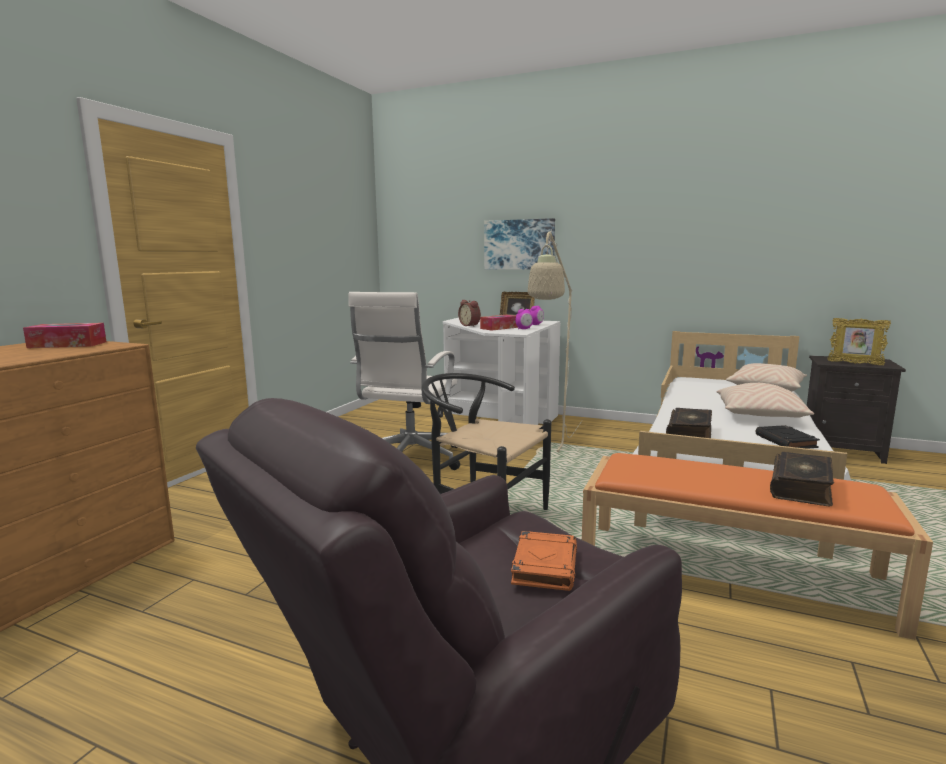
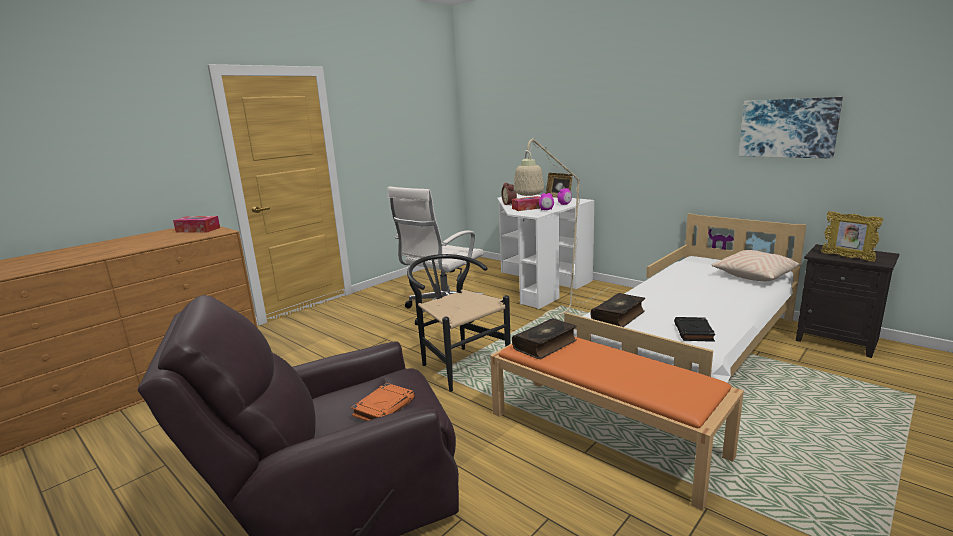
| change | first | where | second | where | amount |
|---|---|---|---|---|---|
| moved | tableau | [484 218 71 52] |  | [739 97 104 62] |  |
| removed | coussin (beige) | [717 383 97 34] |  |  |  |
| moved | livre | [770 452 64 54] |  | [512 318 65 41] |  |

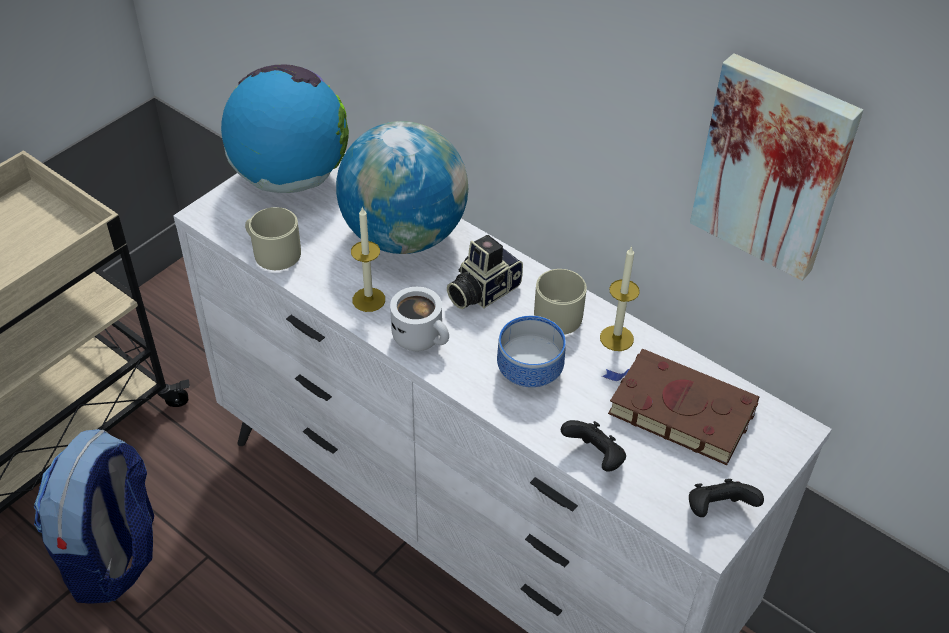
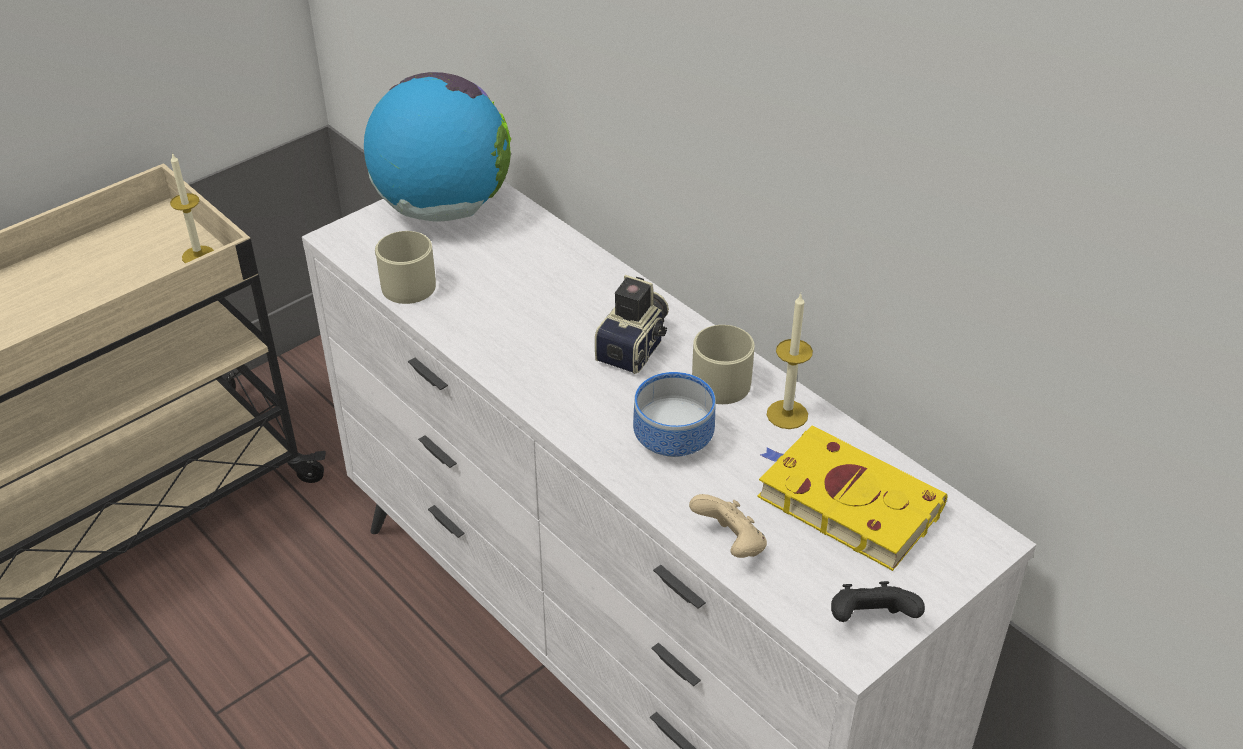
| change | first | where | second | where | amount |
|---|---|---|---|---|---|
| removed | tableau | [690 53 173 228] |  |  |  |
| removed | globe | [336 121 132 133] |  |  |  |
| moved | bougie | [351 206 34 106] |  | [170 153 44 110] |  |
| turned | appareil photo | [447 235 76 74] |  | [595 275 74 99] | 150 degrees clockwise |
| removed | mug (blanc) | [390 287 59 64] |  |  |  |
| recoloured | livre (marron) | [602 348 157 117] | livre (jaune) | [757 425 190 146] |  |
| recoloured | manette (noir) | [561 420 65 52] | manette (beige) | [689 494 78 64] |  |
| removed | sac à dos | [34 429 120 175] |  |  |  |

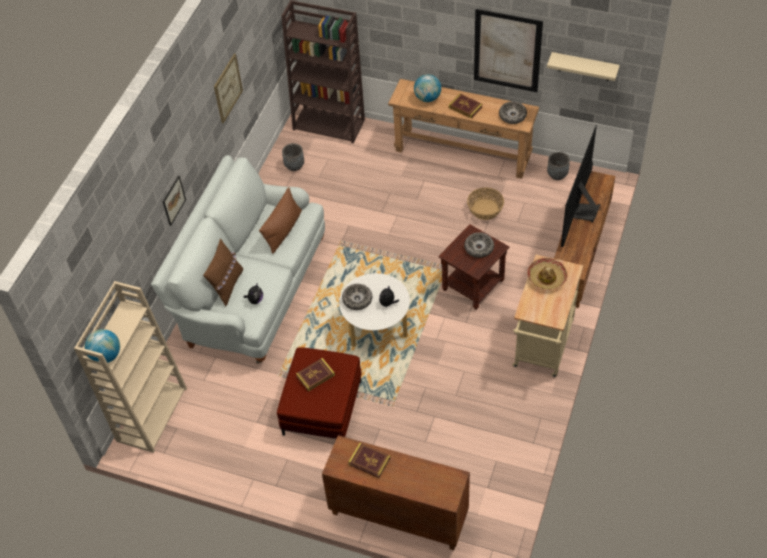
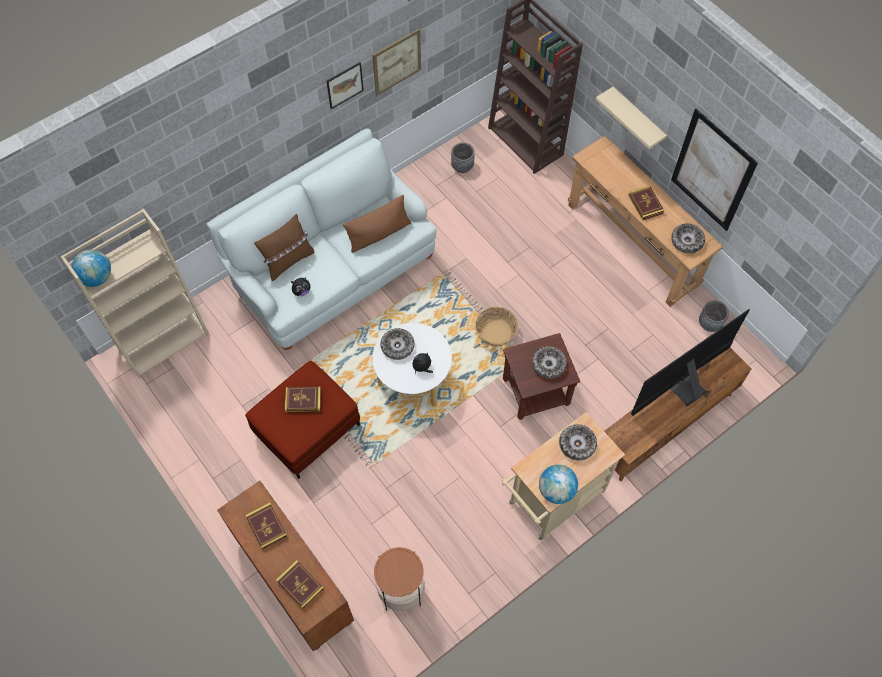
| change | first | where | second | where | amount |
|---|---|---|---|---|---|
| moved | étagère (beige) | [547 52 73 29] |  | [596 87 71 62] |  |
| moved | globe | [414 74 27 28] |  | [539 465 39 39] |  |
| moved | tableau | [163 176 23 50] |  | [327 62 37 47] |  |
| moved | panier | [467 187 37 33] |  | [475 307 43 40] |  |
| replaced | chapeau | [527 258 40 32] | bol | [559 424 38 36] |  |
| added |  |  | table d'appoint | [374 547 51 64] |  |
| added |  |  | livre | [276 560 48 49] |  |

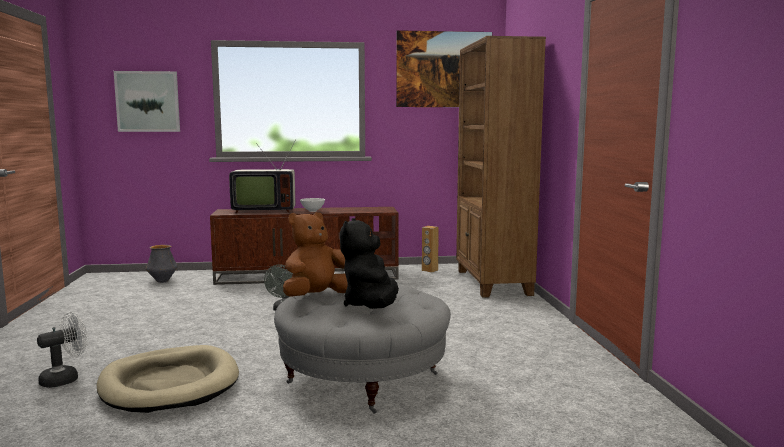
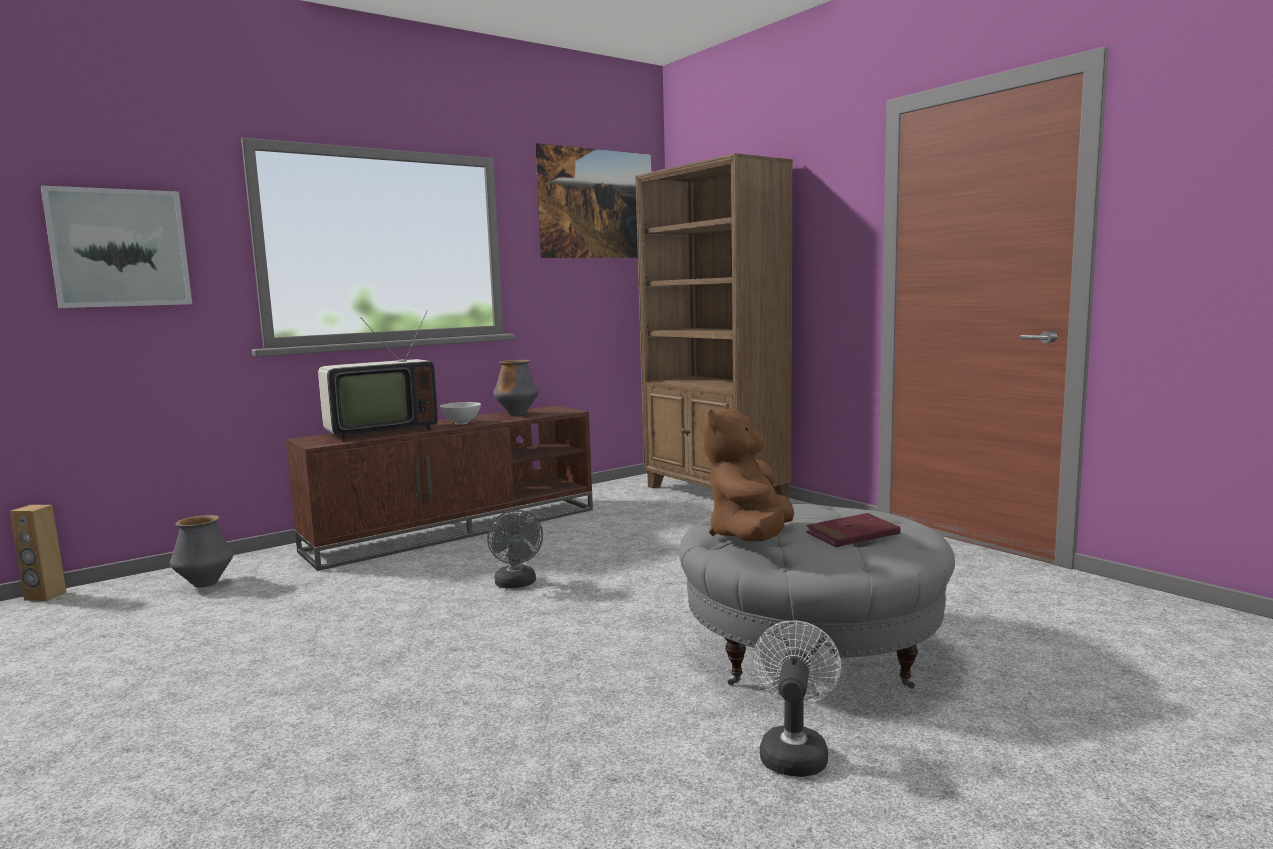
| change | first | where | second | where | amount |
|---|---|---|---|---|---|
| replaced | peluche (noir) | [340 218 59 91] | livre (rouge) | [806 513 95 34] |  |
| moved | enceinte (marron) | [422 226 16 47] |  | [10 505 56 96] |  |
| moved | ventilateur (blanc) | [37 312 50 76] |  | [753 621 88 156] |  |
| removed | panier pour chien (beige) | [97 345 142 68] |  |  |  |
| added |  |  | vase | [493 360 46 56] |  |

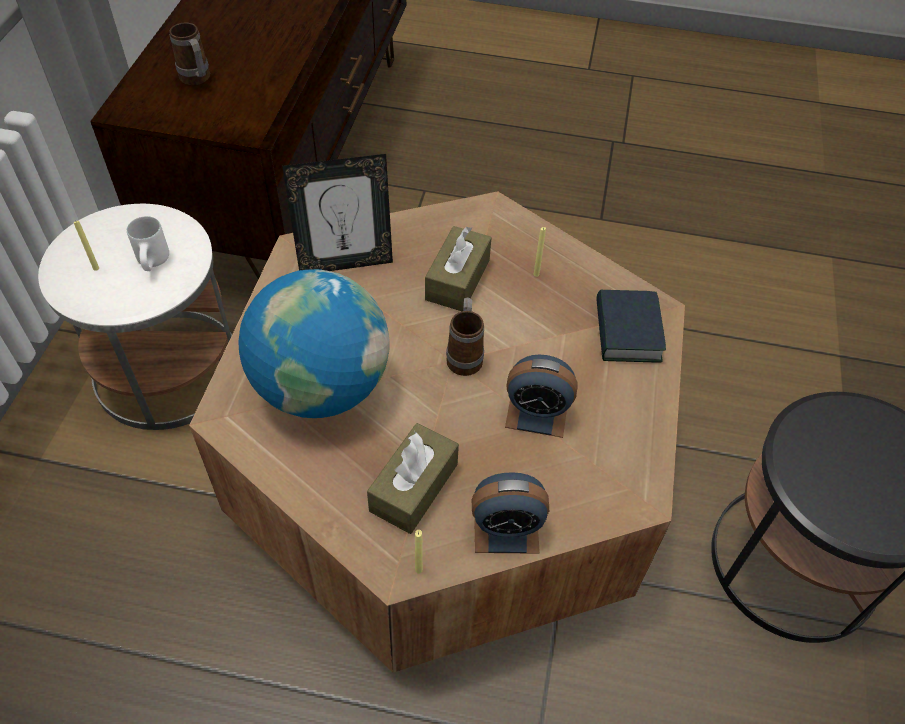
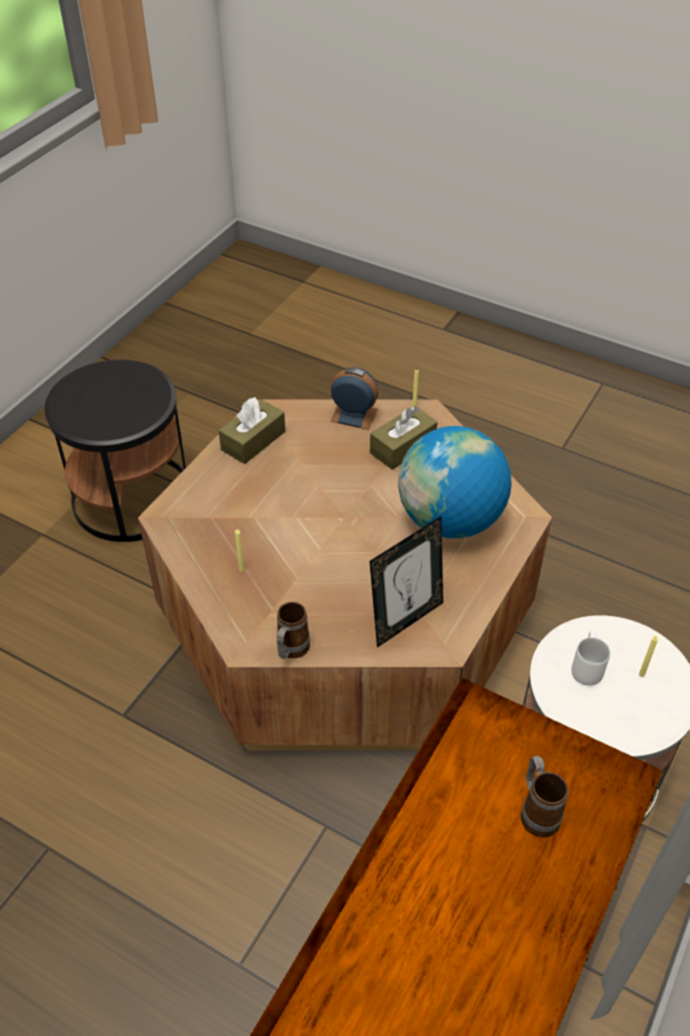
| change | first | where | second | where | amount |
|---|---|---|---|---|---|
| turned | cadre photo | [282 154 111 117] |  | [369 516 74 132] | 135 degrees clockwise |
| moved | boîte à mouchoirs (marron) | [425 226 67 85] |  | [219 397 66 67] |  |
| removed | livre | [596 290 70 72] |  |  |  |
| moved | mug | [446 297 38 79] |  | [277 602 33 57] |  |
| removed | réveil | [505 354 73 84] |  |  |  |

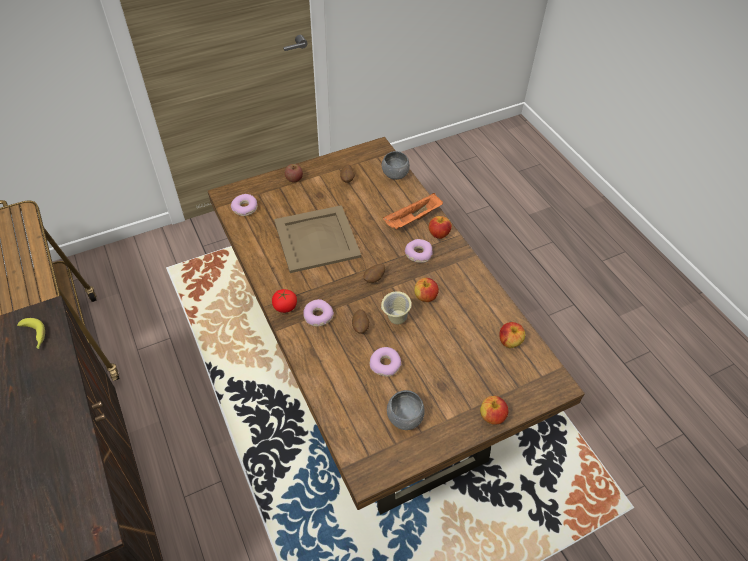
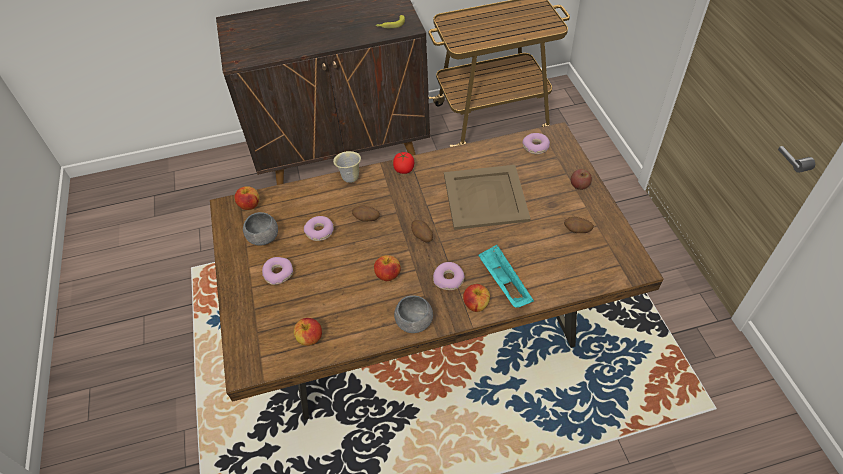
| change | first | where | second | where | amount |
|---|---|---|---|---|---|
| moved | bol (gris) | [382 151 28 29] |  | [394 295 39 38] |  |
| recoloured | plateau (orange) | [383 193 60 37] | plateau (turquoise) | [478 245 56 63] |  |
| moved | mug (beige) | [381 291 31 34] |  | [333 151 28 32] |  |
| moved | beignet | [303 299 31 27] |  | [262 257 31 28] |  |
| moved | pomme | [480 396 28 29] |  | [235 186 25 24] |  |

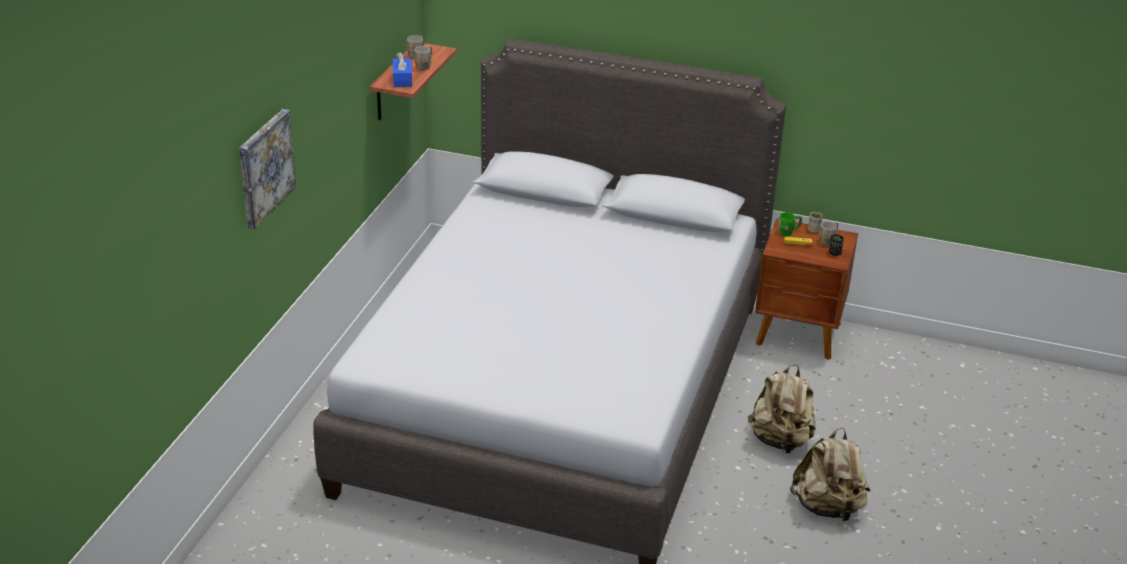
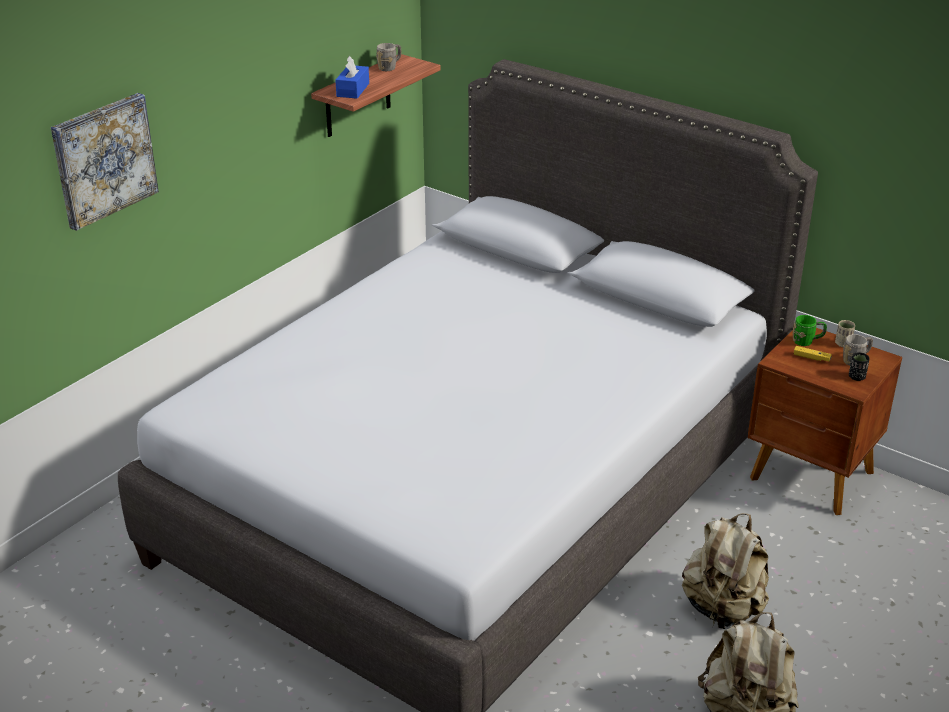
| change | first | where | second | where | amount |
|---|---|---|---|---|---|
| removed | mug (gris) | [414 46 18 24] |  |  |  |

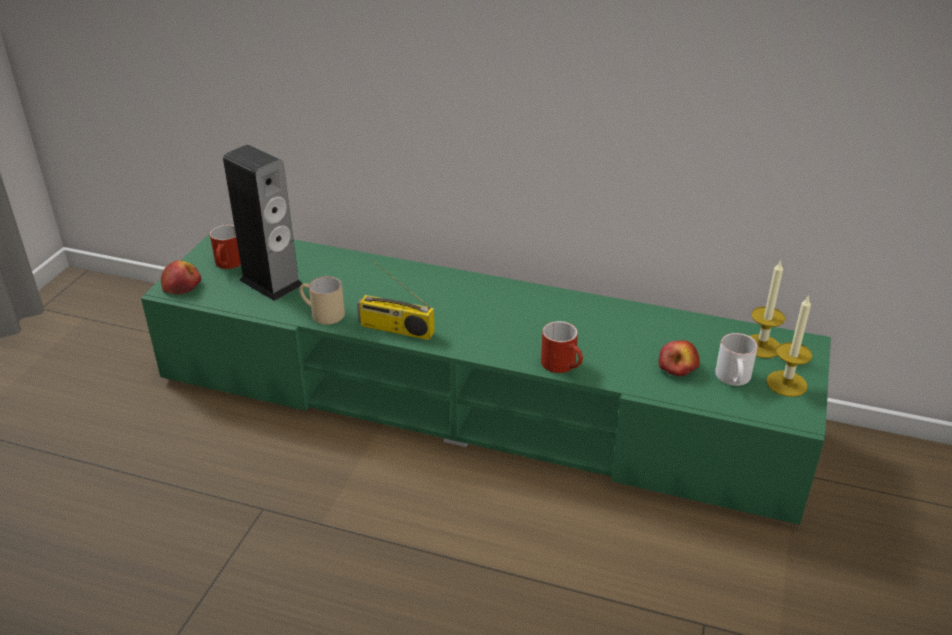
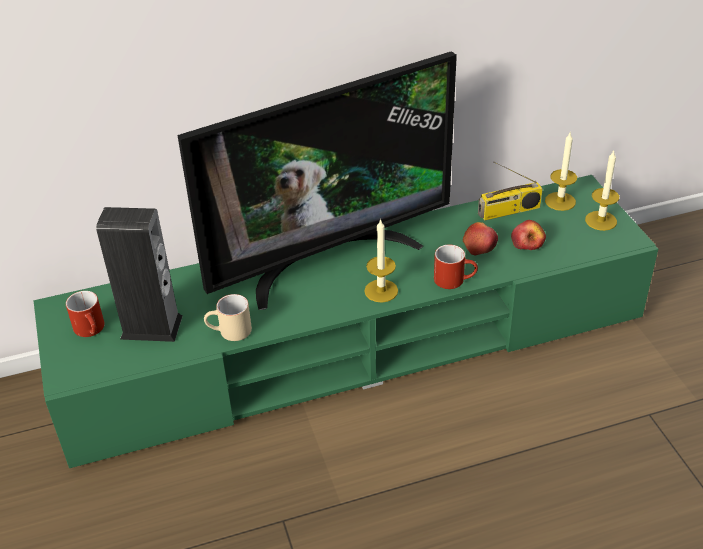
| change | first | where | second | where | amount |
|---|---|---|---|---|---|
| moved | pomme | [161 260 40 35] |  | [463 222 35 33] |  |
| moved | radio | [357 260 78 80] |  | [478 162 65 58] |  |
| removed | mug (blanc) | [715 333 43 53] |  |  |  |
| added |  |  | téléviseur | [177 51 280 259] |  |
| added |  |  | bougie | [364 219 34 84] |  |

